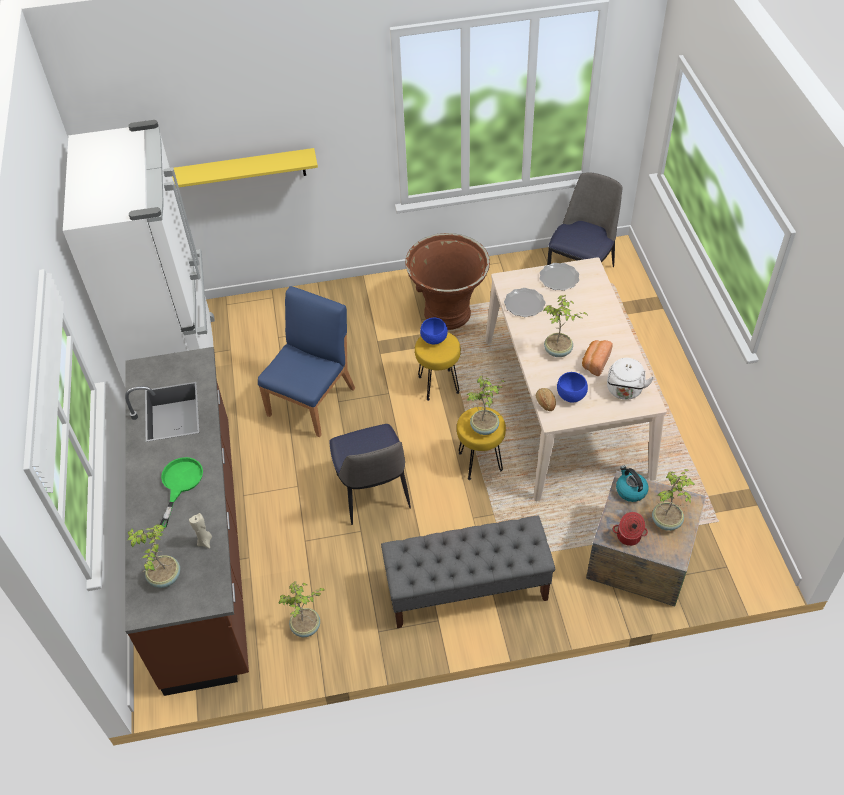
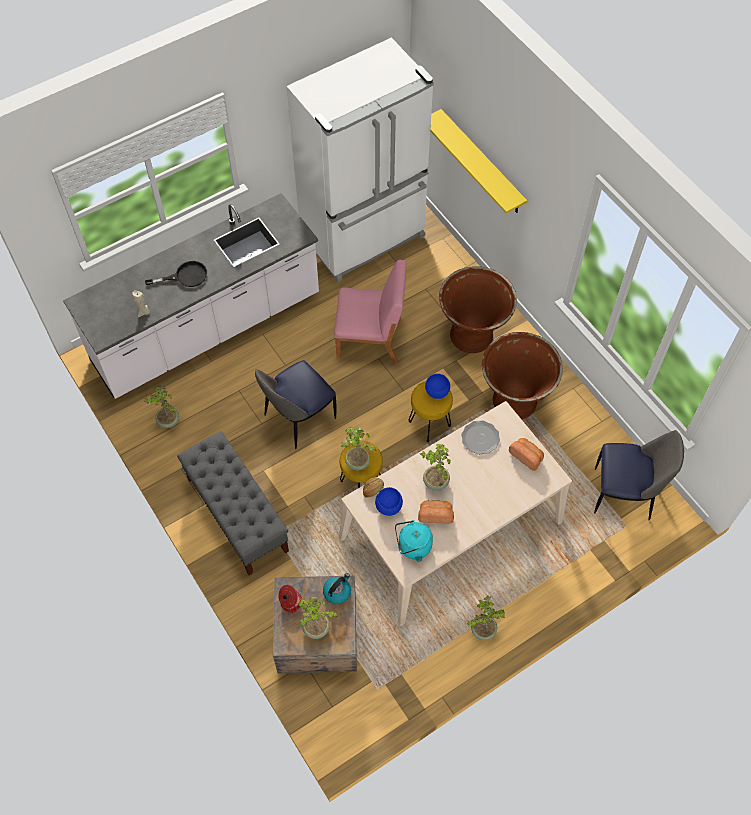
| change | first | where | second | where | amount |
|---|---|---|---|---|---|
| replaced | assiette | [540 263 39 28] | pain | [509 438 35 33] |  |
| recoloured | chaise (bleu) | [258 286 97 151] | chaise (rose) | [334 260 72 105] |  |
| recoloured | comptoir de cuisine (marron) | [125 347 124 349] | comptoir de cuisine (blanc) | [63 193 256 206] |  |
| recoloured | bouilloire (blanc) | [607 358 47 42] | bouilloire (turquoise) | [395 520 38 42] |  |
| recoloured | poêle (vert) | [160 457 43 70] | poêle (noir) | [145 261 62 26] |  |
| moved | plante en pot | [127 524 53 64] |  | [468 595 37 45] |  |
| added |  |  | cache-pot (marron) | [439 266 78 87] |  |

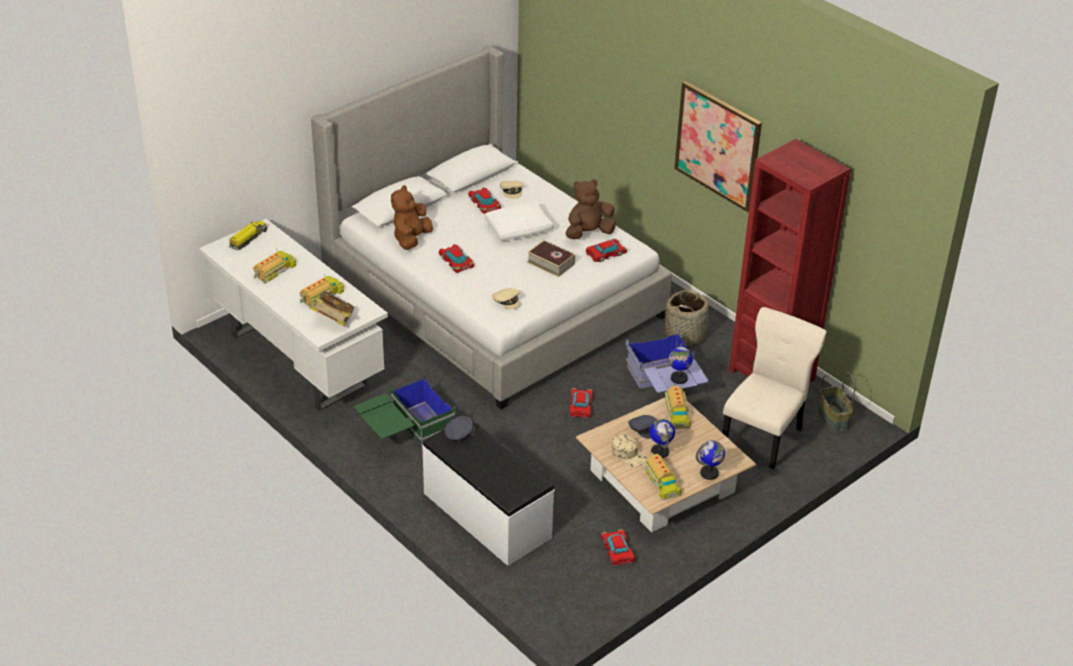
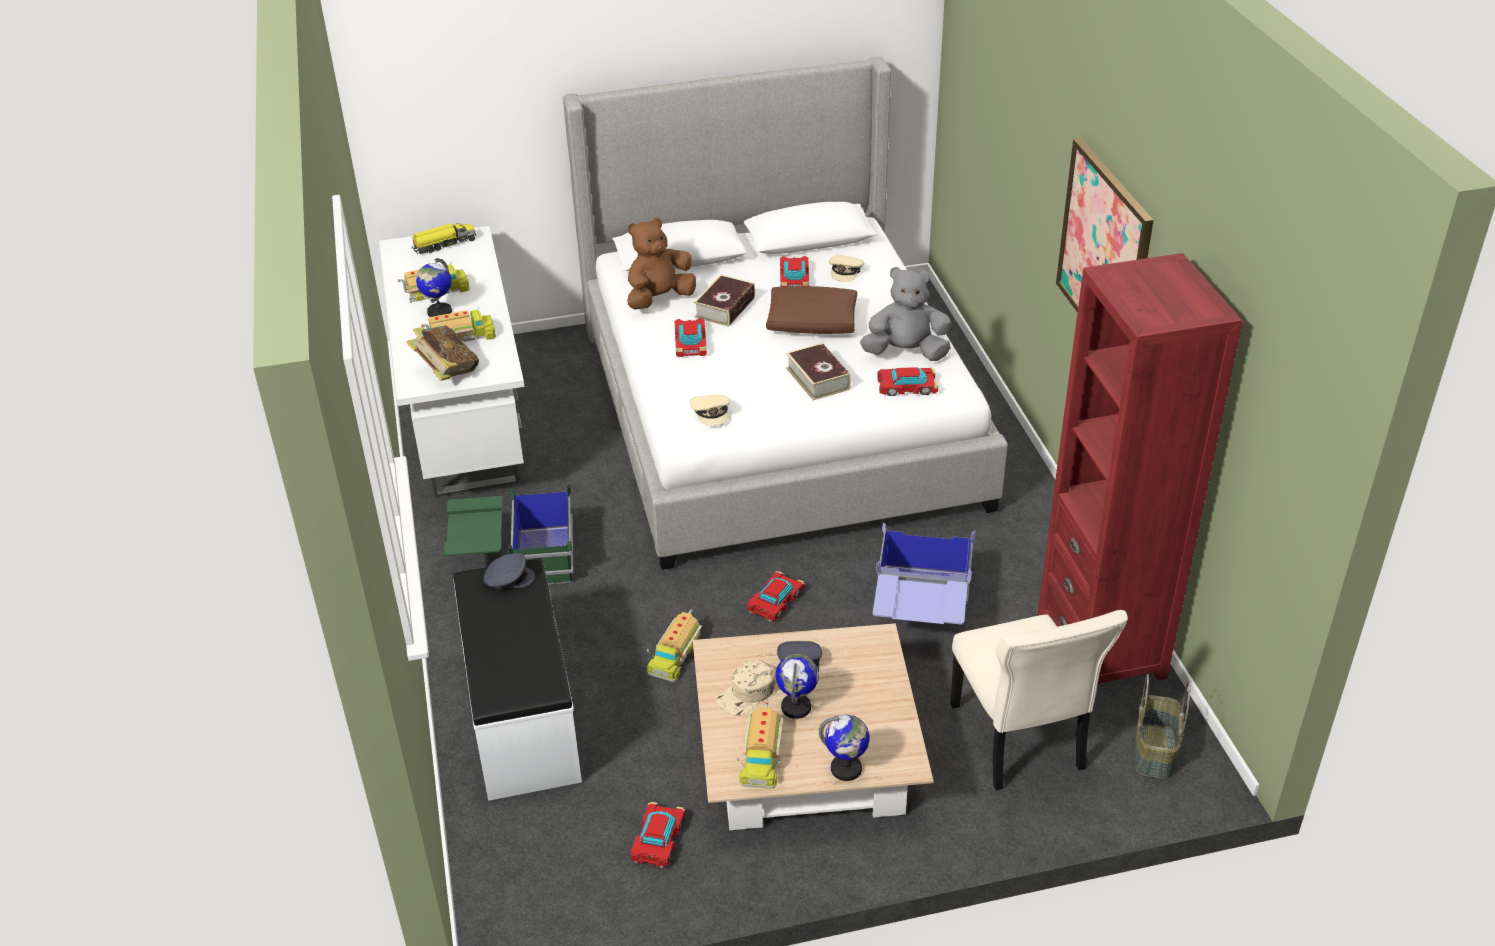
| change | first | where | second | where | amount |
|---|---|---|---|---|---|
| recoloured | peluche (marron) | [566 179 50 60] | peluche (gris) | [860 267 91 94] |  |
| recoloured | coussin (blanc) | [484 202 70 39] | coussin (marron) | [766 286 91 48] |  |
| removed | panier | [665 290 47 58] |  |  |  |
| turned | chaise (beige) | [723 307 104 163] |  | [951 610 177 180] | 105 degrees clockwise |
| moved | globe | [669 343 24 41] |  | [416 258 36 59] |  |
| moved | camion jouet | [665 384 28 45] |  | [647 609 55 73] |  |
| turned | casquette (beige) | [611 434 36 33] |  | [717 660 59 56] | 60 degrees clockwise |
| added |  |  | livre | [694 274 61 53] |  |

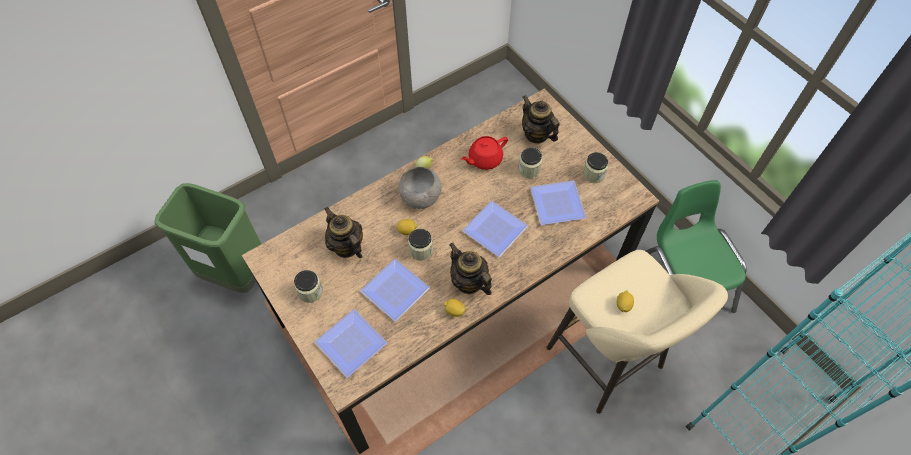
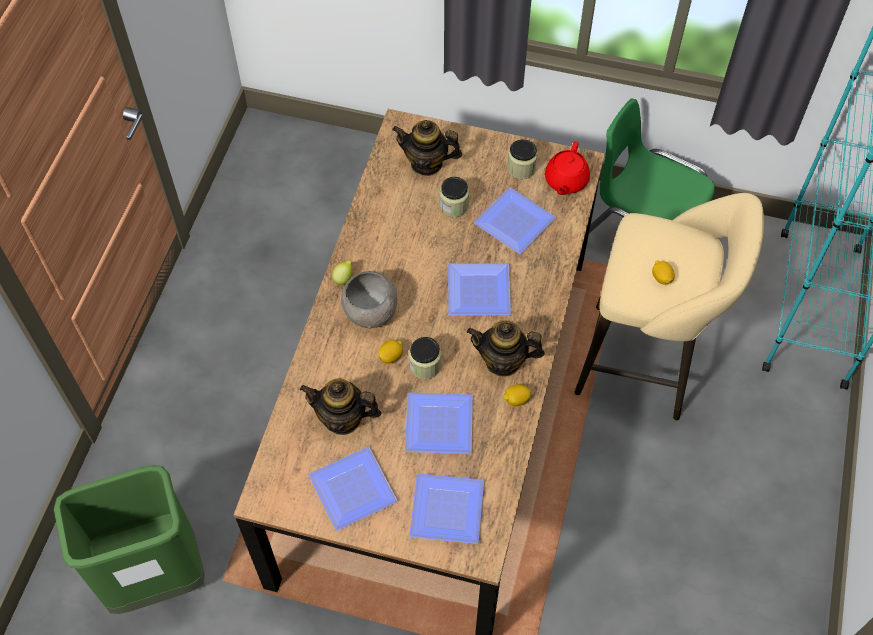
| change | first | where | second | where | amount |
|---|---|---|---|---|---|
| moved | théière (rouge) | [461 136 47 34] |  | [545 141 45 54] |  |
| replaced | bocal | [294 270 29 33] | assiette | [309 447 89 84] |  |

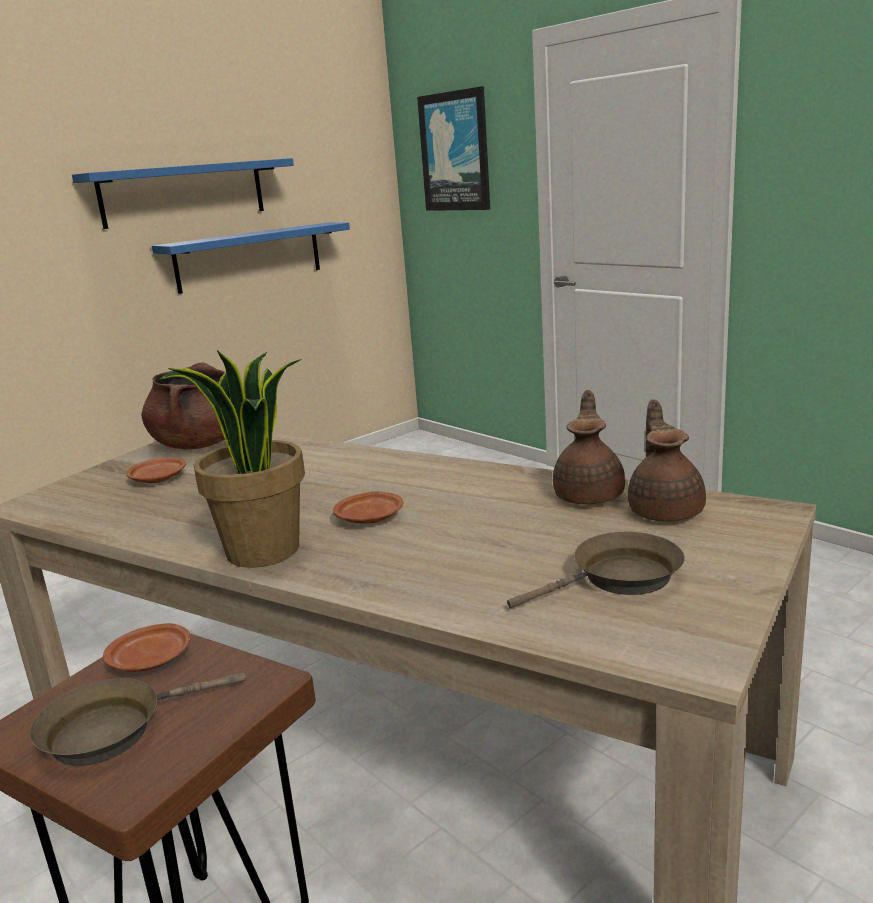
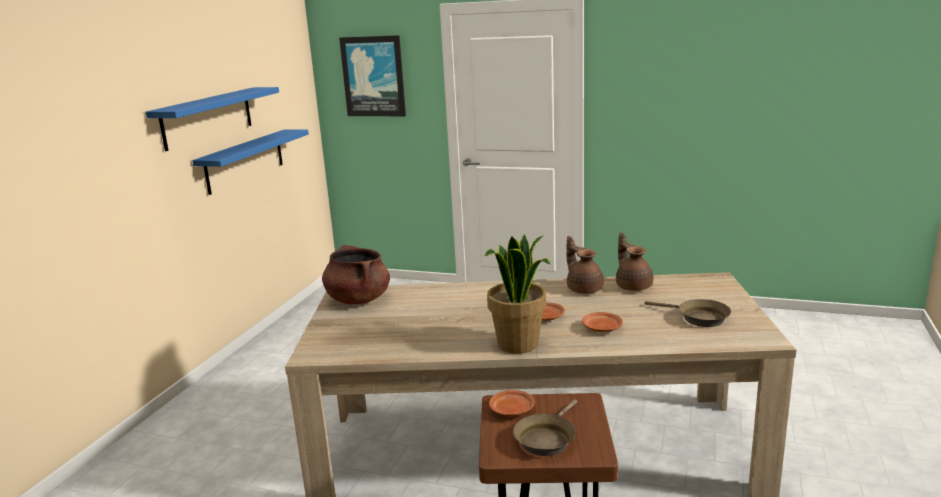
| change | first | where | second | where | amount |
|---|---|---|---|---|---|
| moved | théière (marron) | [628 399 78 123] |  | [566 236 38 58] |  |
| moved | assiette (marron) | [126 457 60 26] |  | [582 312 41 20] |  |
| turned | poêle (marron) | [507 532 178 76] |  | [644 299 87 28] | 90 degrees clockwise |

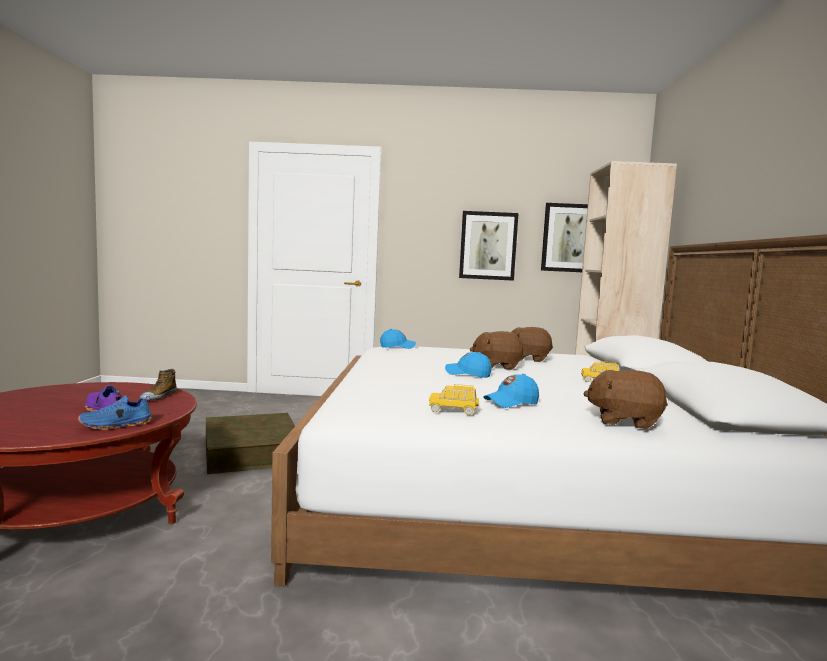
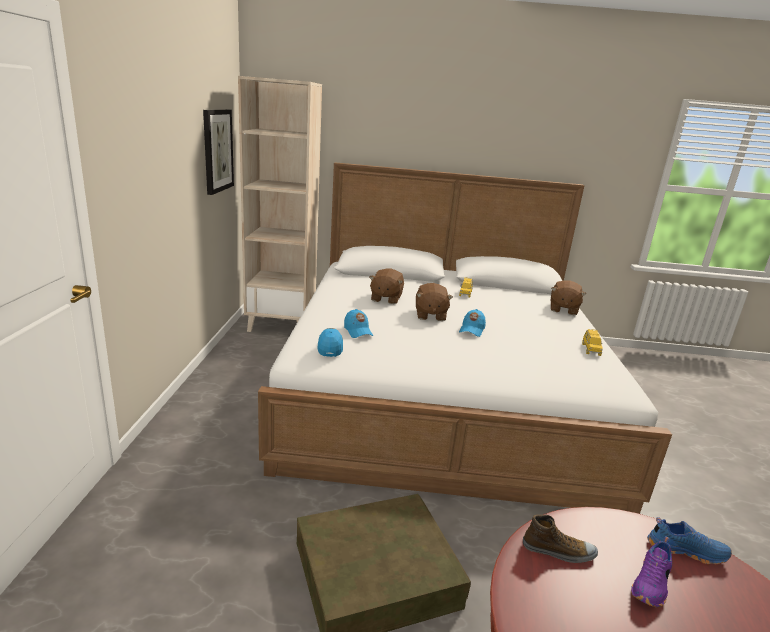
| change | first | where | second | where | amount |
|---|---|---|---|---|---|
| removed | tableau | [459 211 60 70] |  |  |  |
| moved | casquette (bleu) | [483 374 56 34] |  | [344 309 29 29] |  |
| turned | chaussure (bleu) | [78 395 75 35] |  | [647 517 85 47] | 45 degrees counterclockwise |

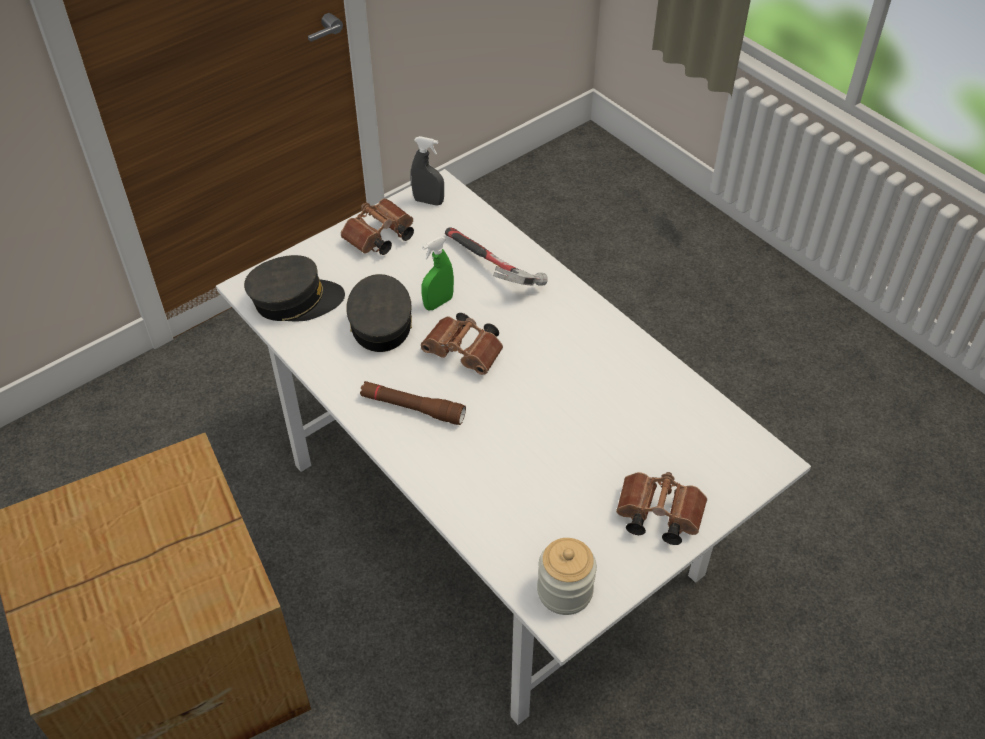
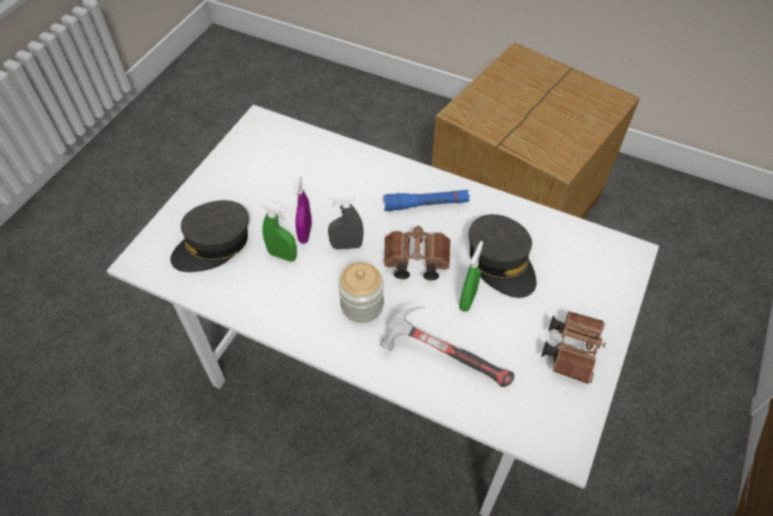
| change | first | where | second | where | amount |
|---|---|---|---|---|---|
| moved | vaporisateur (gris) | [411 136 33 70] |  | [328 194 35 56] |  |
| moved | casquette (gris) | [244 255 101 67] |  | [170 200 79 72] |  |
| recoloured | lampe de poche (marron) | [360 381 106 44] | lampe de poche (bleu) | [383 190 87 21] |  |
| removed | jumelles (marron) | [616 472 91 73] |  |  |  |
| moved | bocal | [537 538 60 77] |  | [338 262 46 61] |  |
| added |  |  | vaporisateur (violet) | [294 176 18 68] |  |
| added |  |  | vaporisateur (vert) | [262 202 35 60] |  |

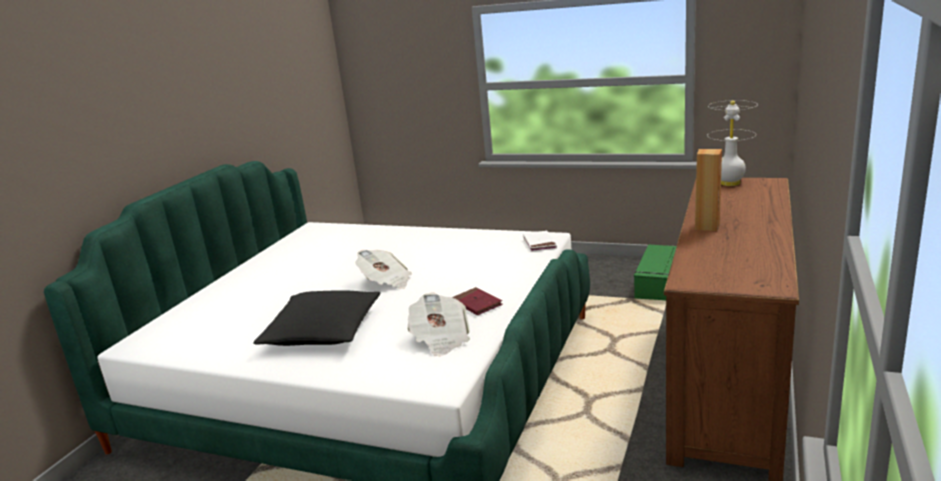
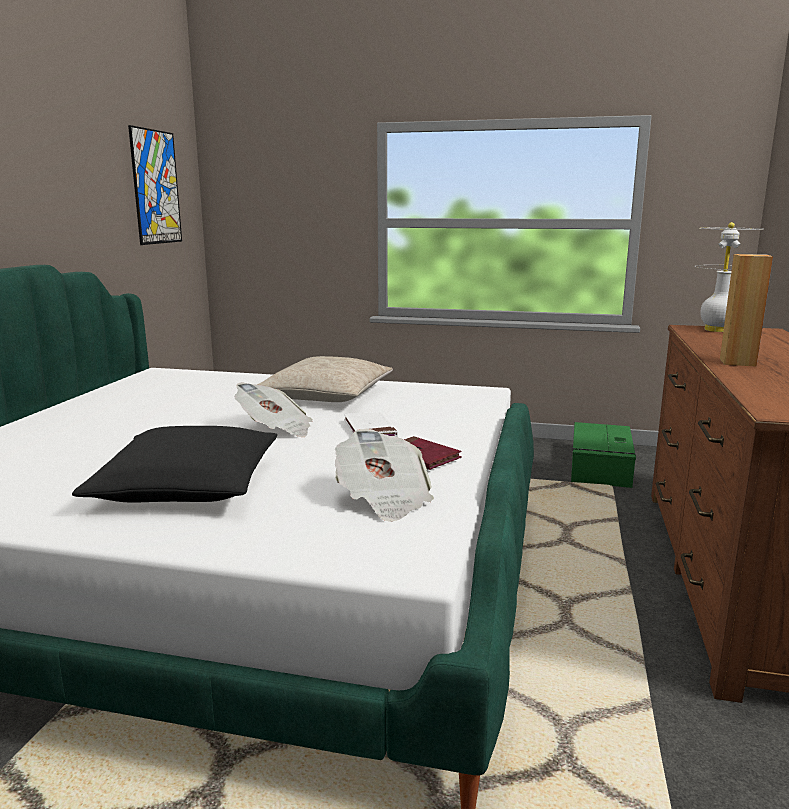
| change | first | where | second | where | amount |
|---|---|---|---|---|---|
| moved | livre (blanc) | [522 231 35 21] |  | [344 412 54 25] |  |
| added |  |  | tableau | [128 125 54 120] |  |
| added |  |  | coussin (beige) | [257 356 136 46] |  |

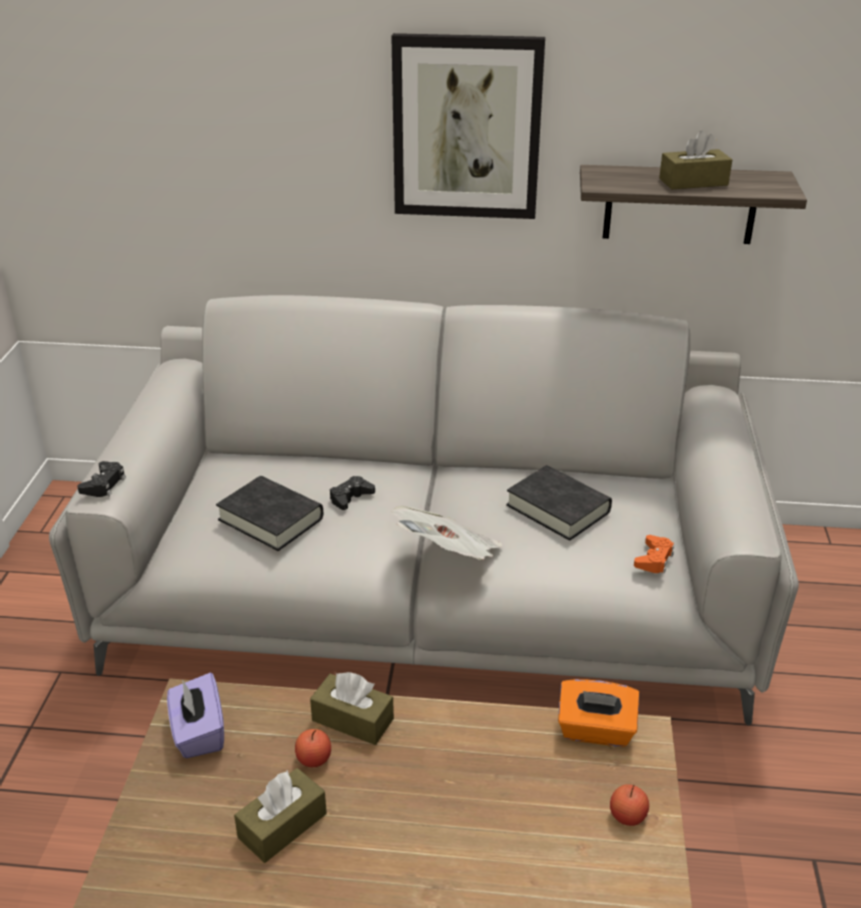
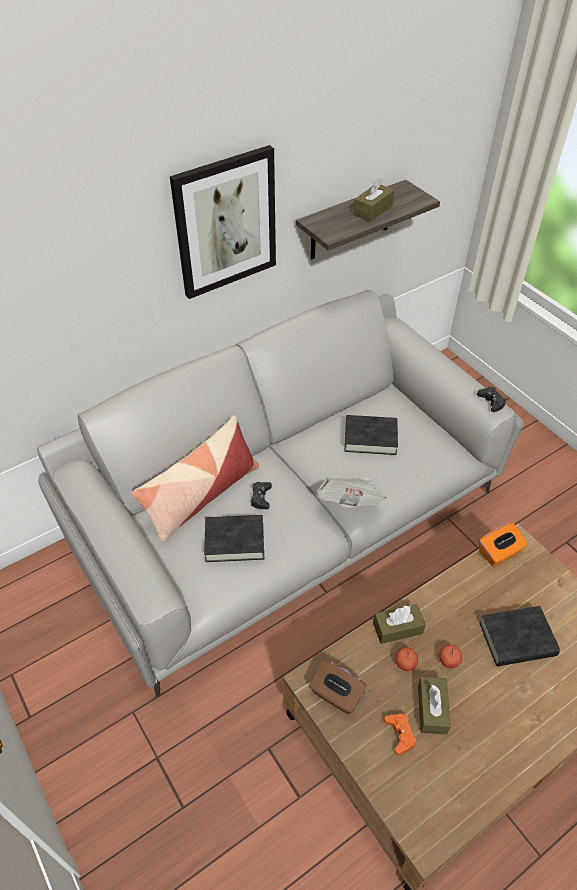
| change | first | where | second | where | amount |
|---|---|---|---|---|---|
| moved | manette (noir) | [77 461 49 36] |  | [477 387 29 25] |  |
| moved | manette (orange) | [634 535 40 38] |  | [384 713 33 42] |  |
| recoloured | boîte à mouchoirs (violet) | [167 673 57 85] | boîte à mouchoirs (marron) | [309 659 58 55] |  |
| moved | pomme | [610 784 39 42] |  | [439 645 23 23] |  |
| added |  |  | coussin | [131 415 128 127] |  |
| added |  |  | livre (noir) | [479 606 81 60] |  |

